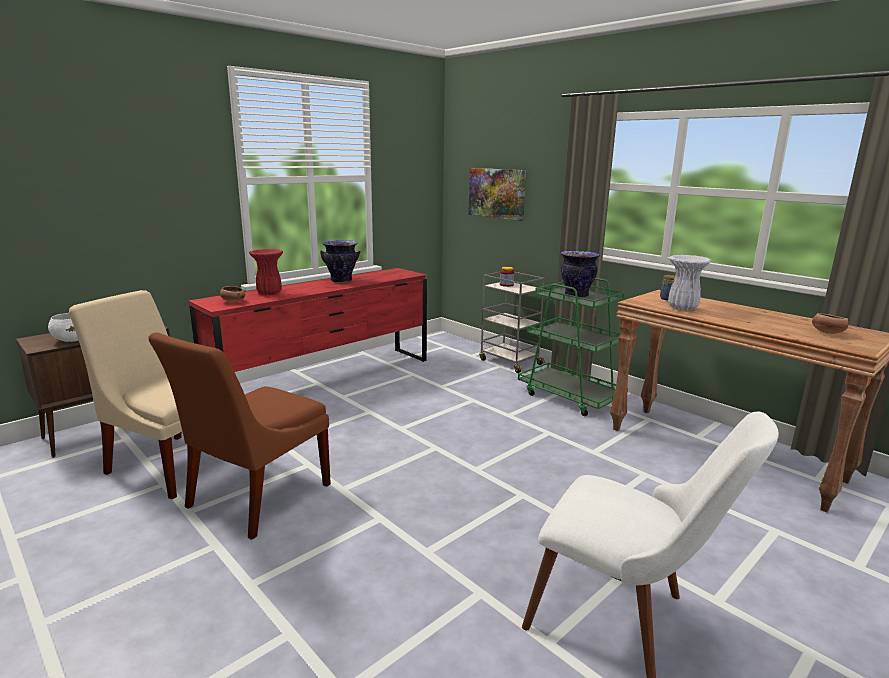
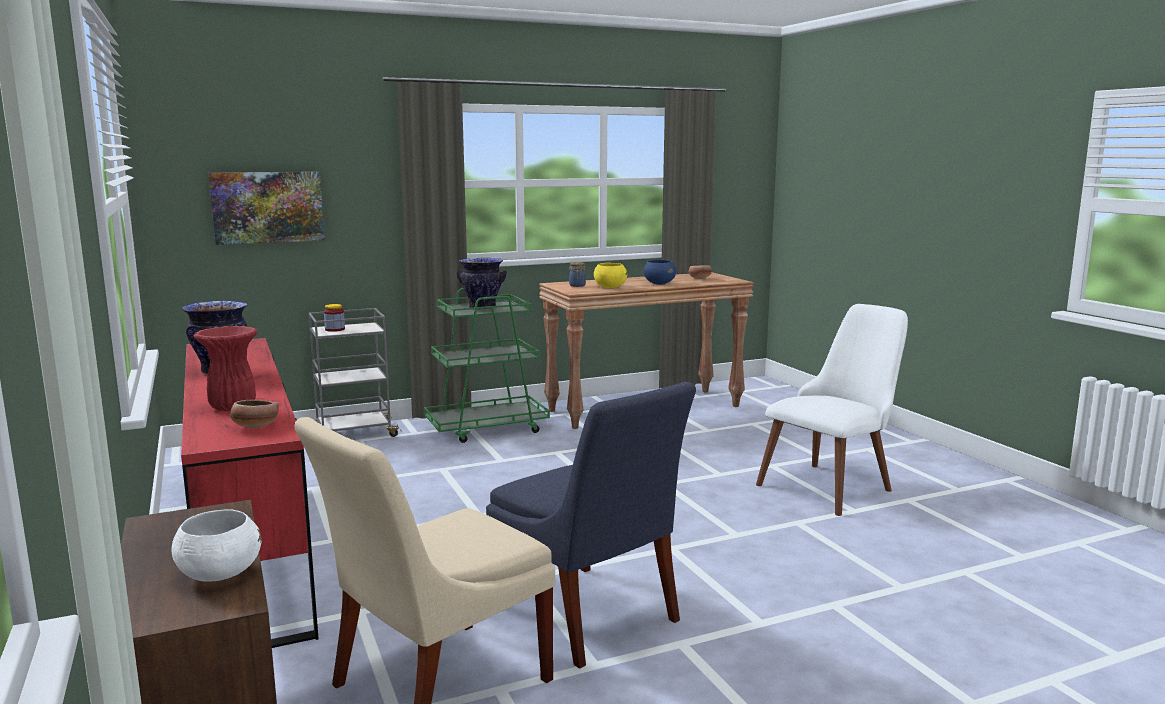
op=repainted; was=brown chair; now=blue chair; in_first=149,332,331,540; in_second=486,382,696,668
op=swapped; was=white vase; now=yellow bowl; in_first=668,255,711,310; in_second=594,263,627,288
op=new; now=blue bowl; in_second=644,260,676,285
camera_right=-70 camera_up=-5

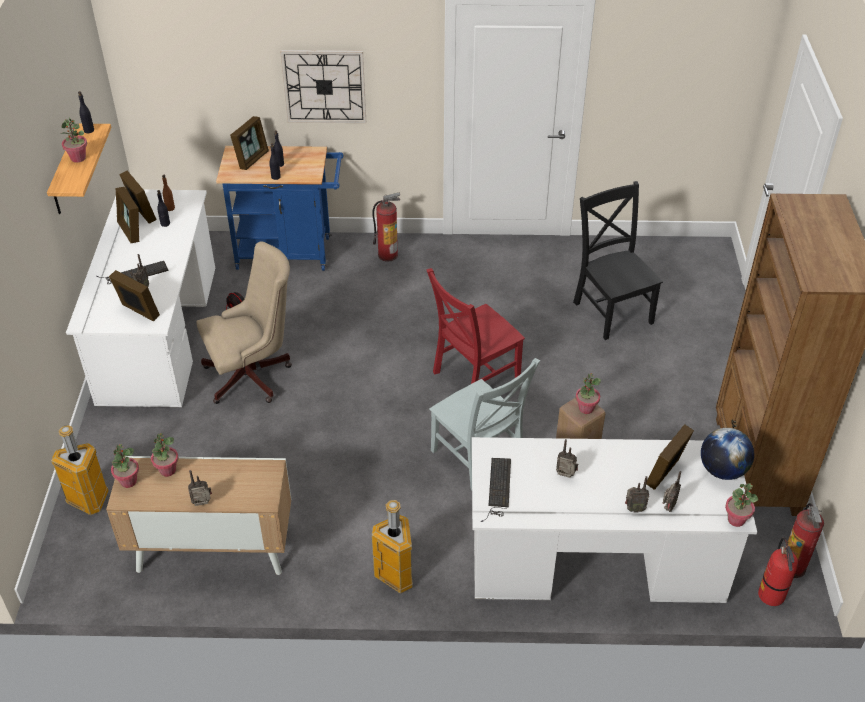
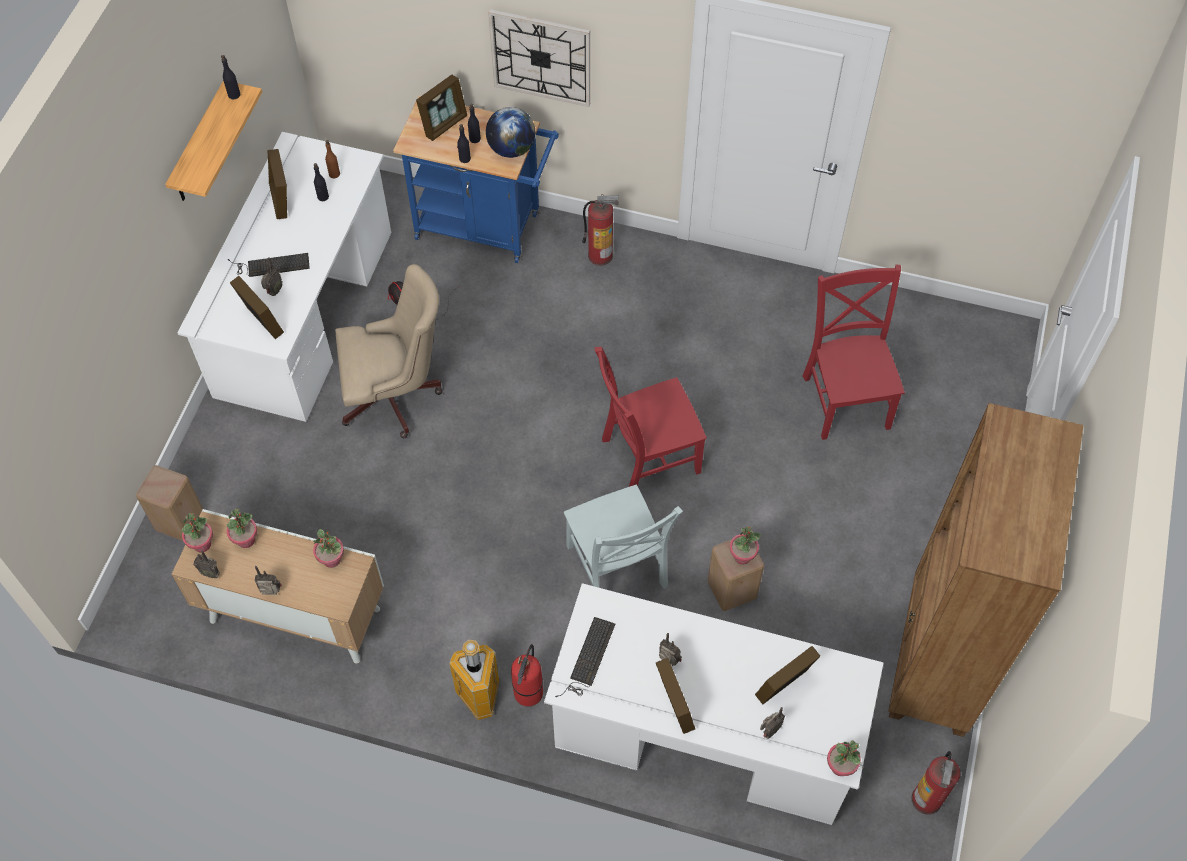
op=swapped; was=trash can; now=beige stool; in_first=51,425,109,515; in_second=136,465,203,541
op=shifted; was=radio; in_first=625,476,649,513; in_second=193,551,220,578
op=shifted; was=potted plant; in_first=62,117,87,163; in_second=313,529,344,568
op=shifted; was=globe; in_first=701,428,754,480; in_second=486,107,535,158
op=shifted; was=fire extinguisher; in_first=758,538,798,606; in_second=511,644,543,706
op=shifted; was=picture frame; in_first=120,171,157,224; in_second=656,658,695,734
op=repainted; was=black chair; now=red chair; in_first=573,181,663,340; in_second=802,265,905,440
camera_right=15 camera_up=15

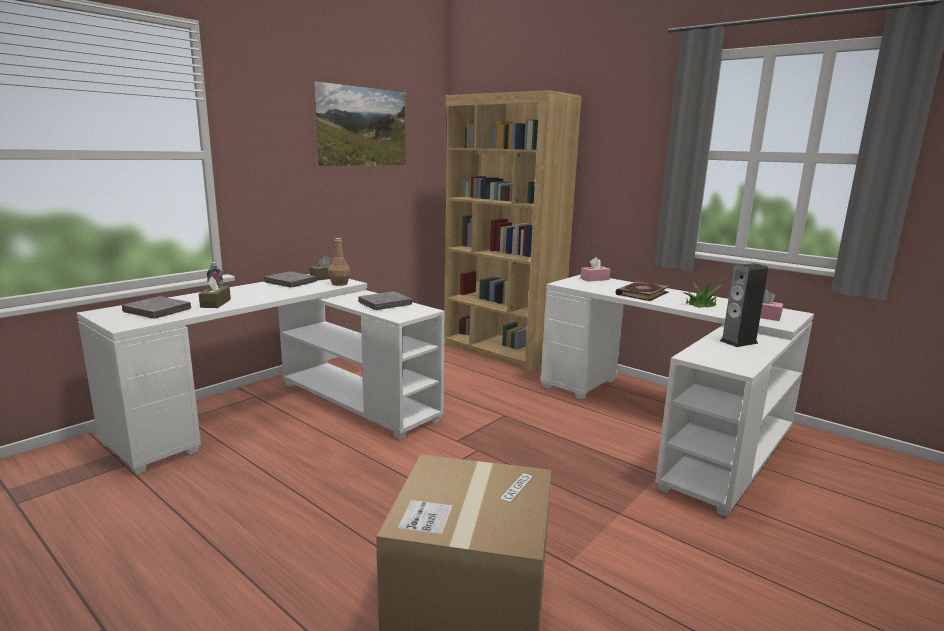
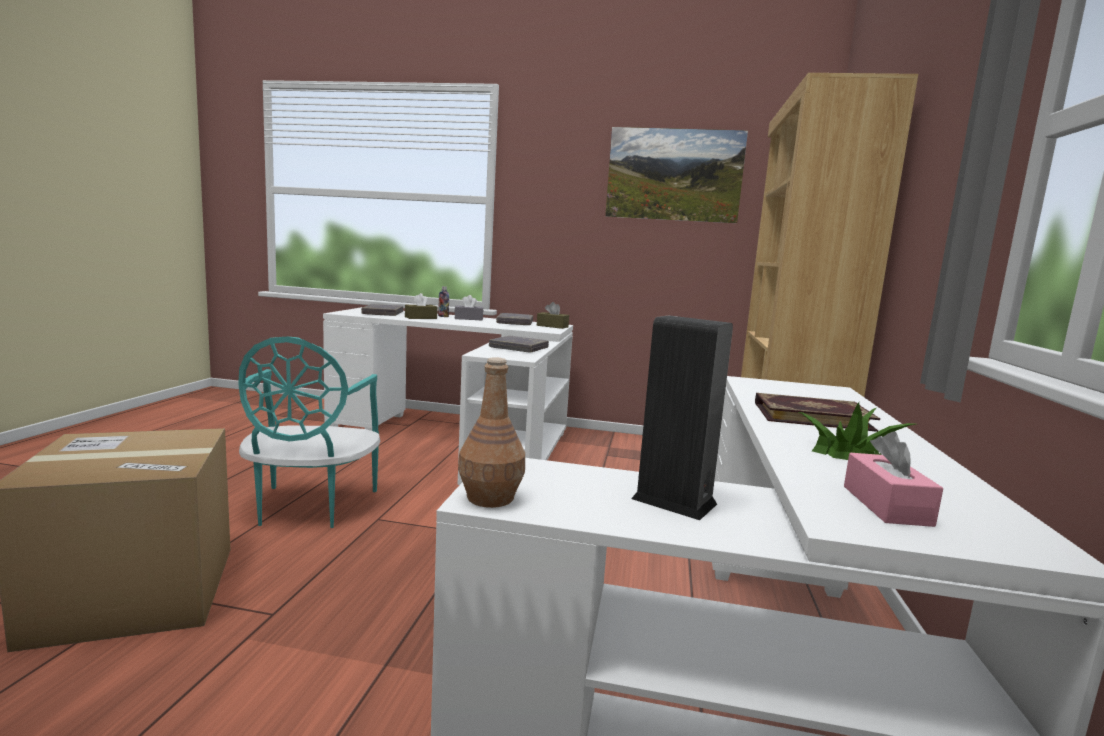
op=new; now=turquoise chair; in_second=238,337,381,528
op=new; now=grey tissue box; in_second=454,295,483,320
op=shifted; was=brown bottle; in_first=328,238,351,286; in_second=458,357,525,508
op=gone; was=pink tissue box; in_first=581,257,611,282
camera_right=60 camera_up=-5

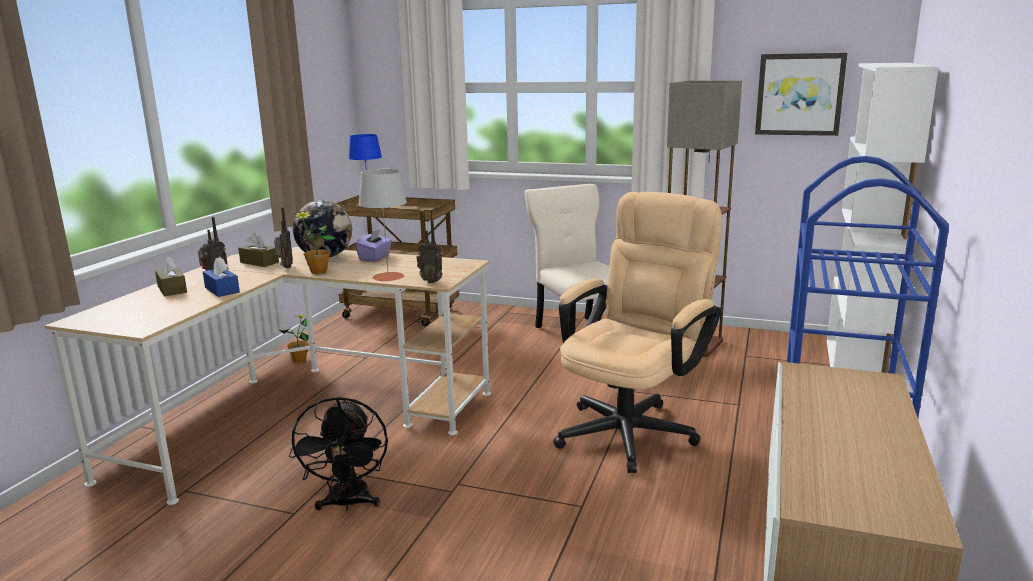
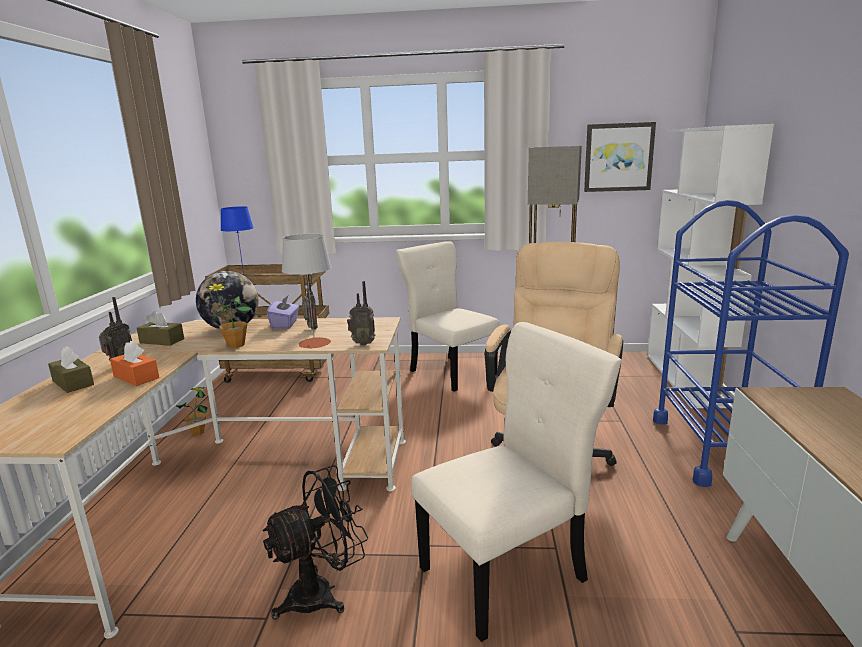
op=repainted; was=blue tissue box; now=orange tissue box; in_first=203,257,240,297; in_second=110,341,160,386
op=rotated; was=black fan; in_first=289,396,388,511; in_second=262,465,368,619; clockwise=-105
op=shifted; was=radio; in_first=274,208,293,268; in_second=302,275,317,330
op=new; now=beige chair; in_second=411,322,622,642
camera_right=-15 camera_up=0

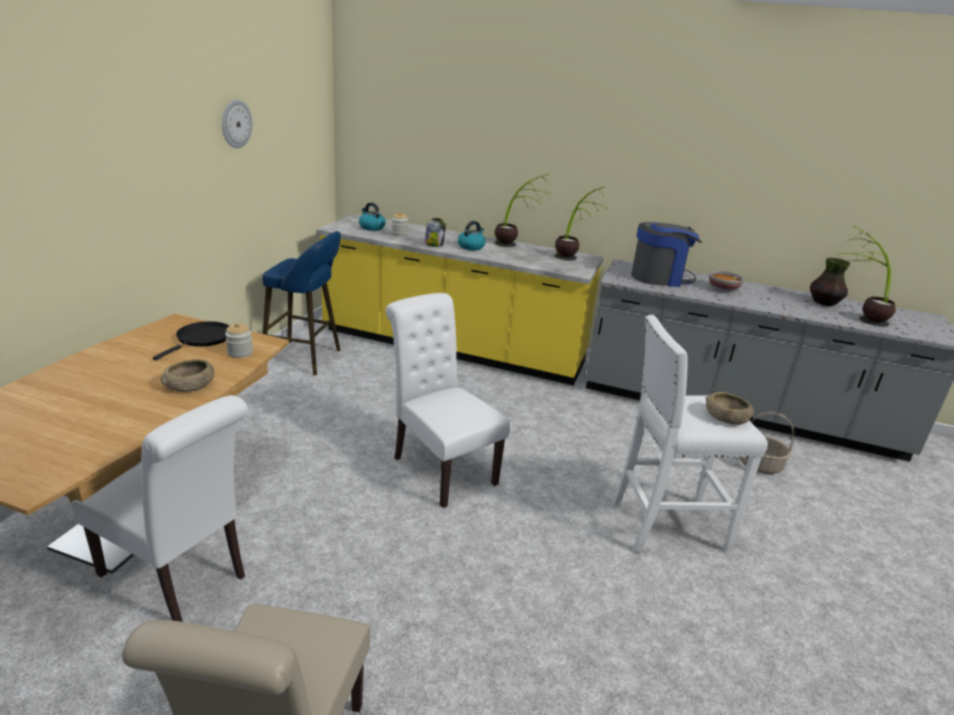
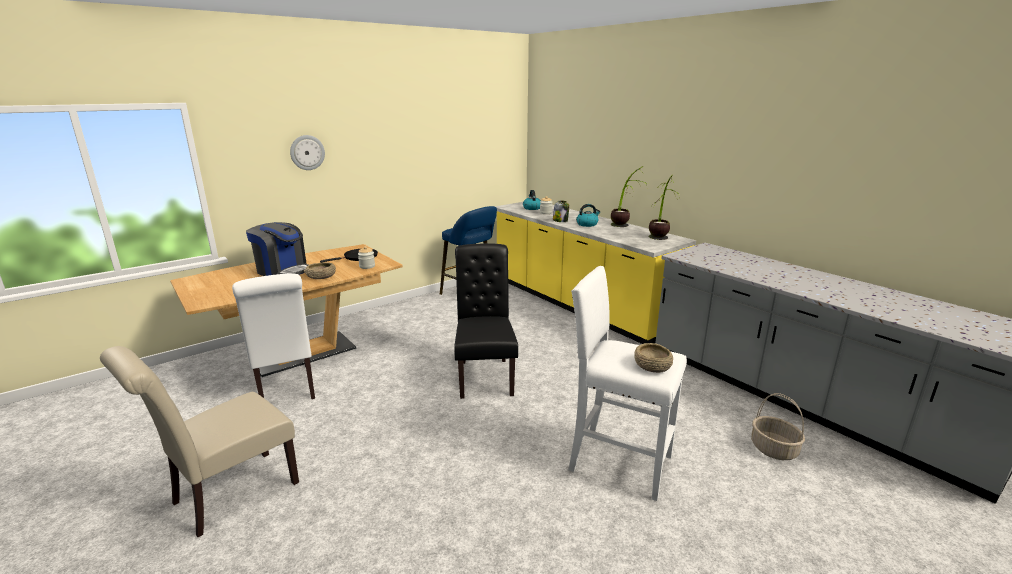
op=shifted; was=coffee machine; in_first=631,222,702,287; in_second=246,222,308,276
op=shifted; was=wall clock; in_first=222,100,252,148; in_second=290,135,325,170
op=repainted; was=white chair; now=black chair; in_first=386,293,511,508; in_second=454,243,518,399
op=gone; was=bowl; in_first=709,271,744,292
op=gone; was=vase; in_first=810,258,850,306
op=gone; was=potted plant; in_first=835,226,896,327
camera_right=35 camera_up=-5

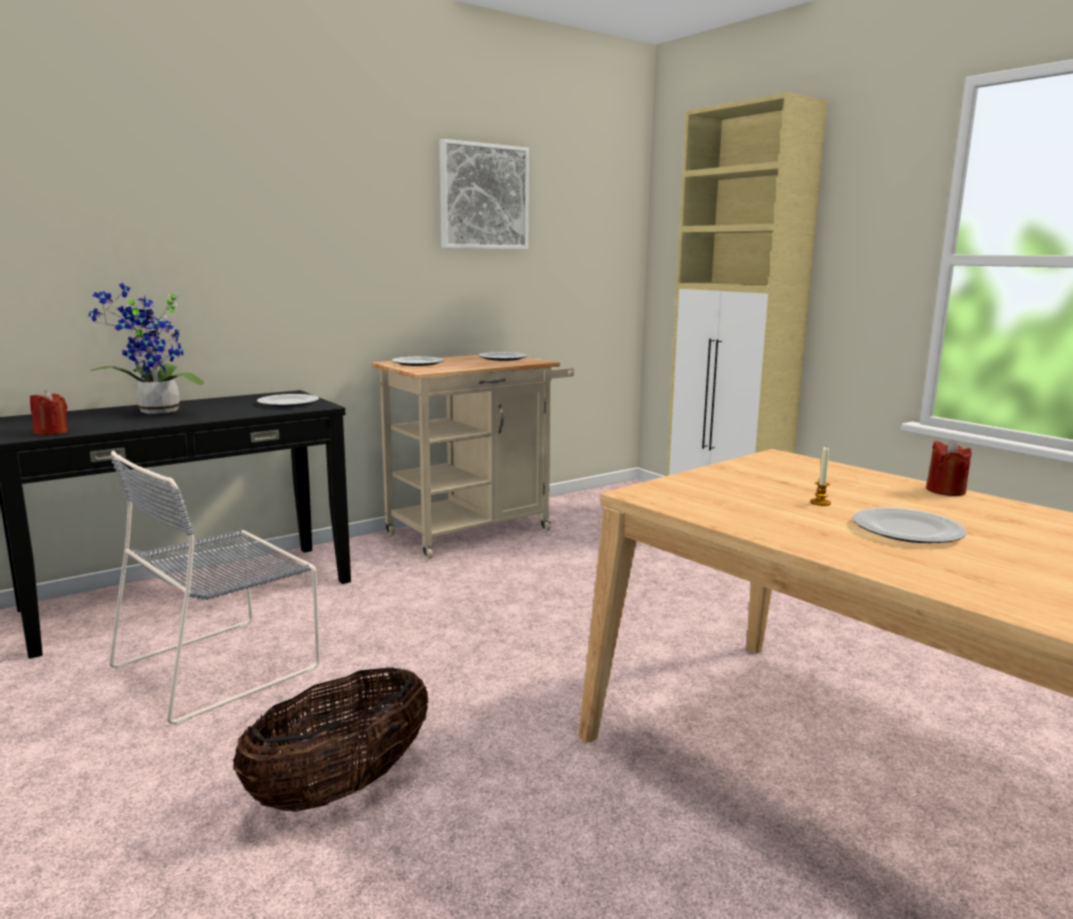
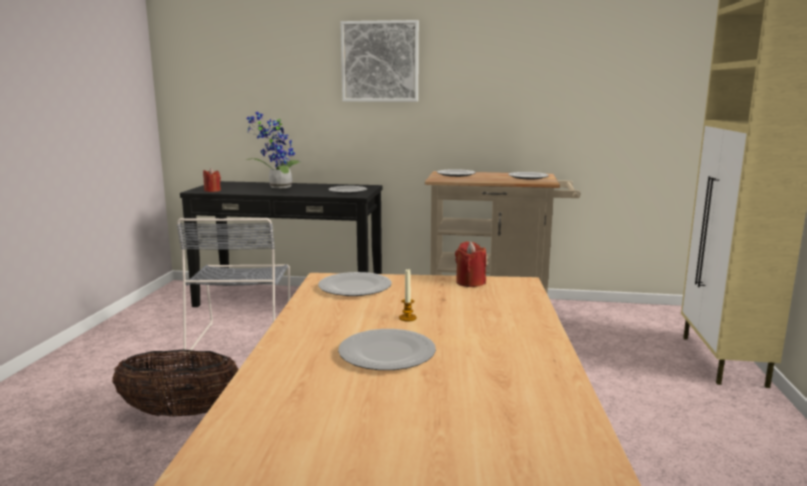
op=rotated; was=grey chair; in_first=109,451,320,724; in_second=177,218,290,355; clockwise=-90
op=new; now=plate; in_second=318,272,392,296
op=shifted; was=picture; in_first=439,139,529,250; in_second=340,20,419,102
op=shifted; was=red candle; in_first=926,440,972,496; in_second=455,241,486,287
camera_right=45 camera_up=0

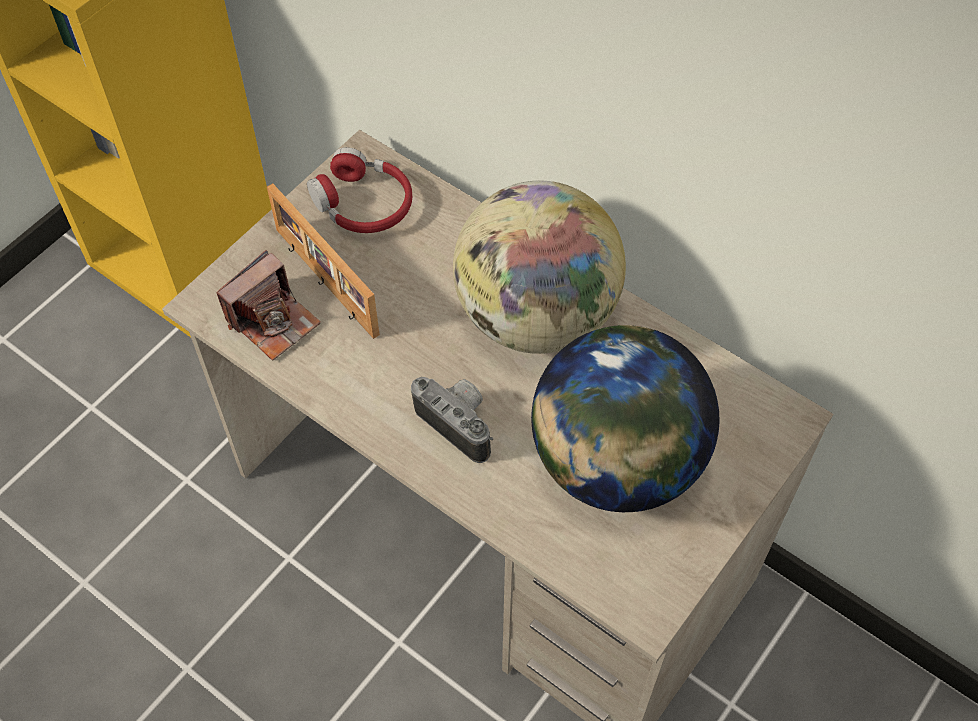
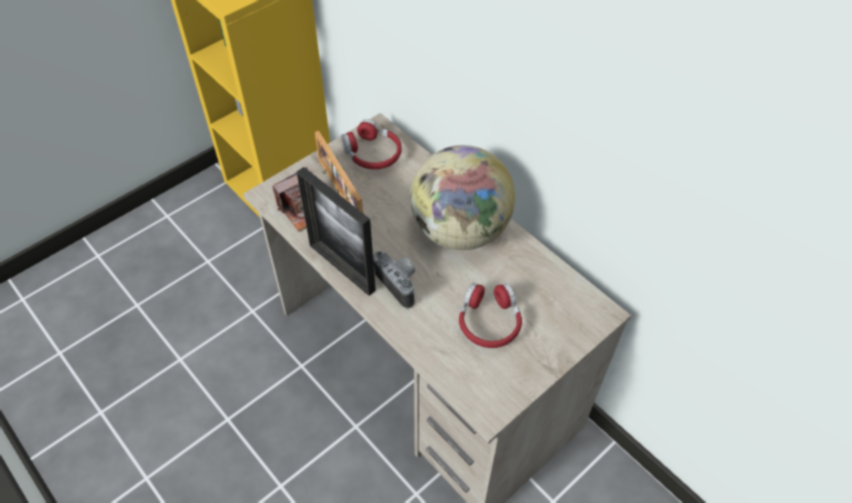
op=new; now=picture frame; in_second=296,167,376,296
op=swapped; was=globe; now=red headphones; in_first=531,325,719,512; in_second=459,282,522,348
camera_right=10 camera_up=-5

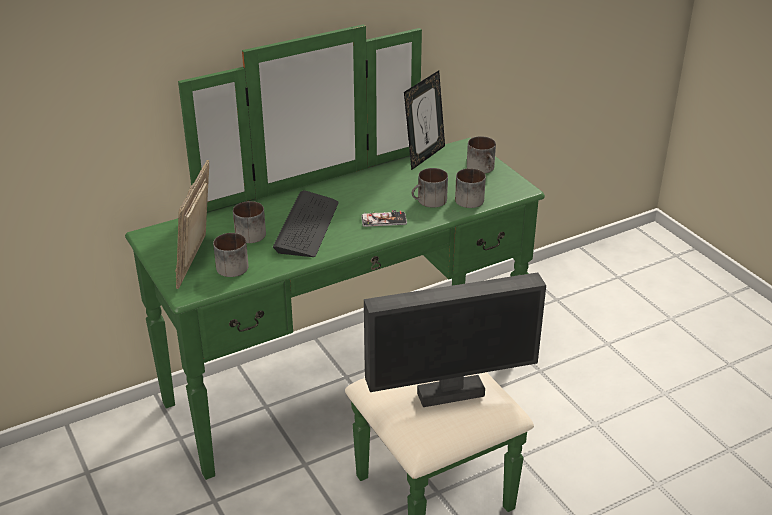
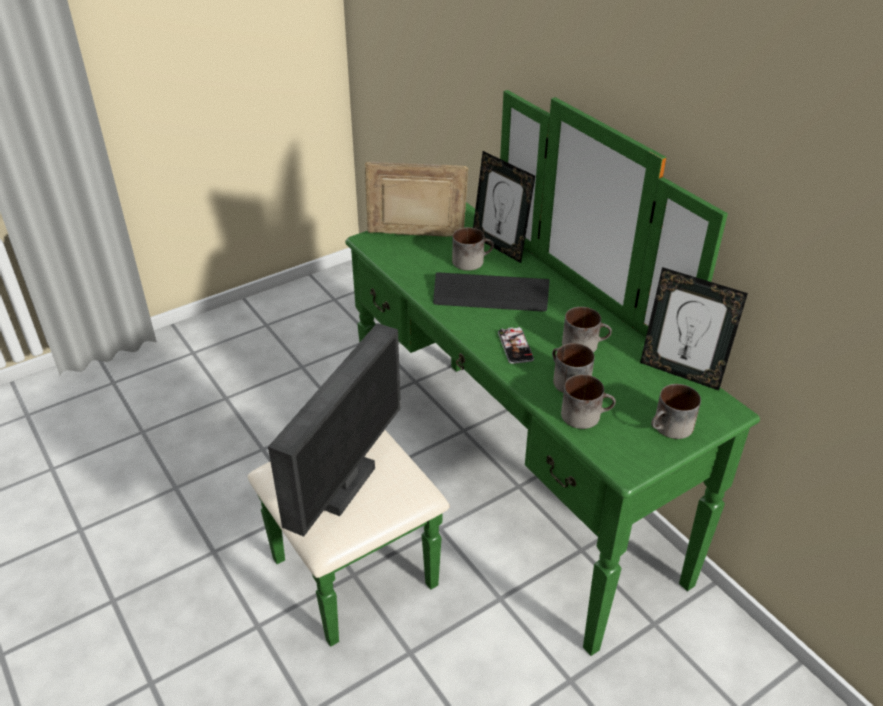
op=rotated; was=monitor; in_first=364,272,546,407; in_second=268,323,401,537; clockwise=-135
op=new; now=picture frame; in_second=473,151,535,263
op=shifted; was=mug; in_first=213,233,249,277; in_second=562,307,612,353
camera_right=85 camera_up=5

